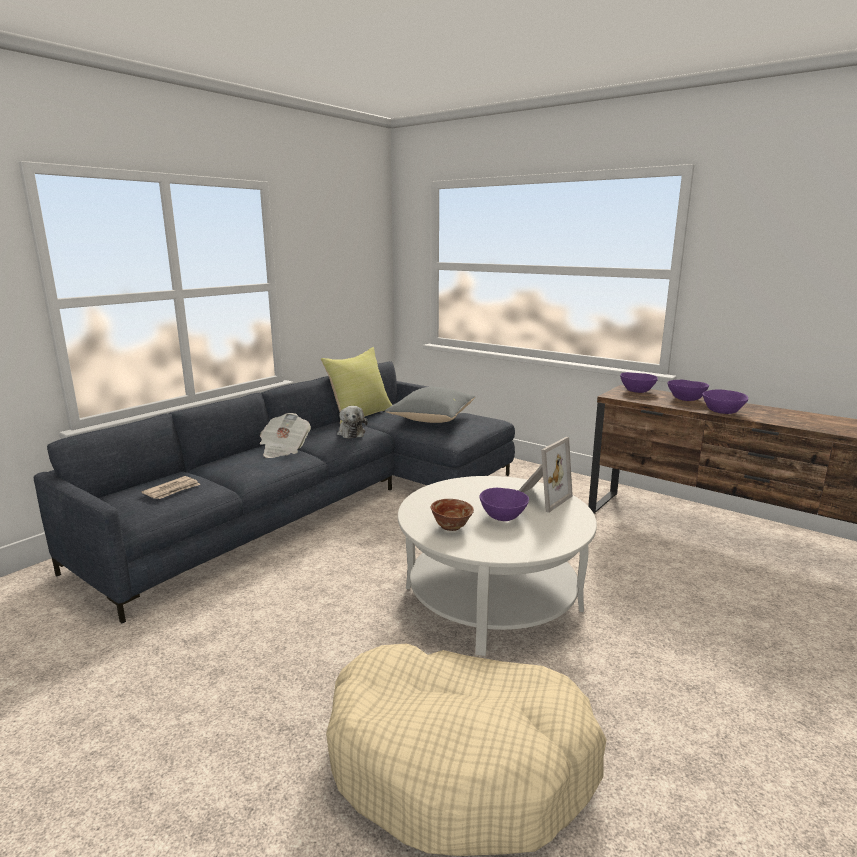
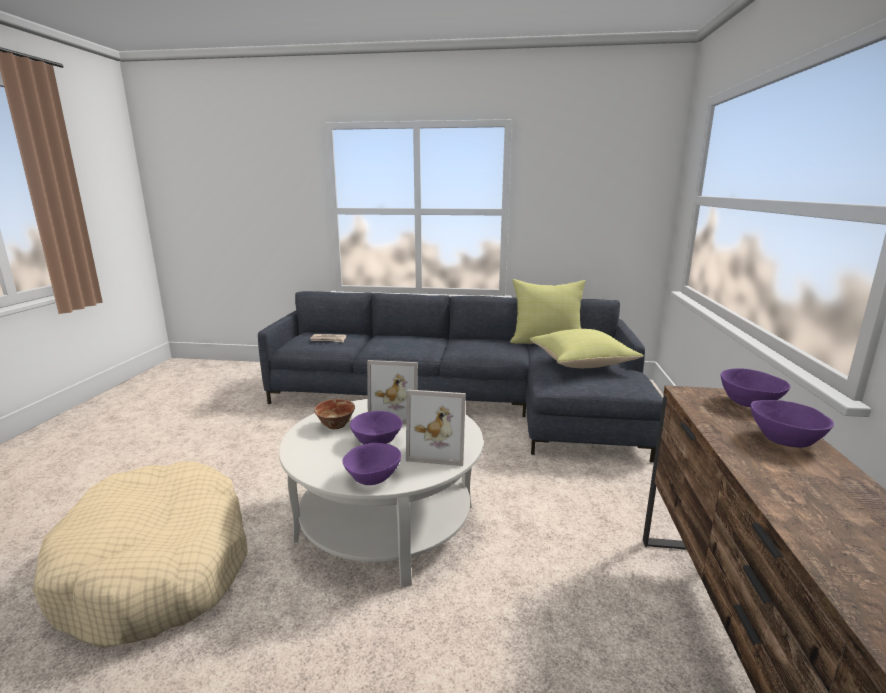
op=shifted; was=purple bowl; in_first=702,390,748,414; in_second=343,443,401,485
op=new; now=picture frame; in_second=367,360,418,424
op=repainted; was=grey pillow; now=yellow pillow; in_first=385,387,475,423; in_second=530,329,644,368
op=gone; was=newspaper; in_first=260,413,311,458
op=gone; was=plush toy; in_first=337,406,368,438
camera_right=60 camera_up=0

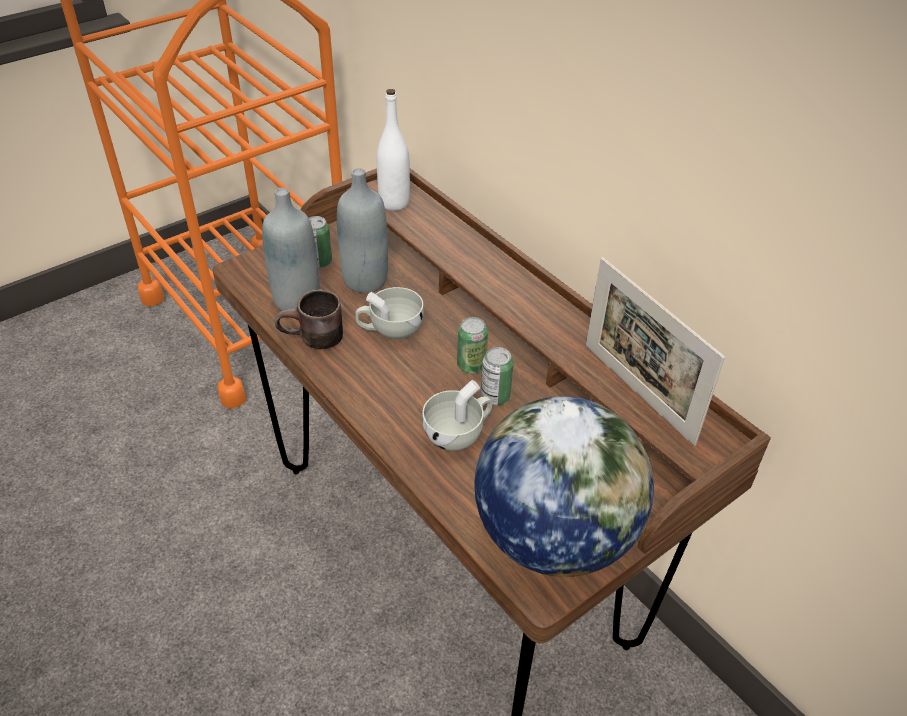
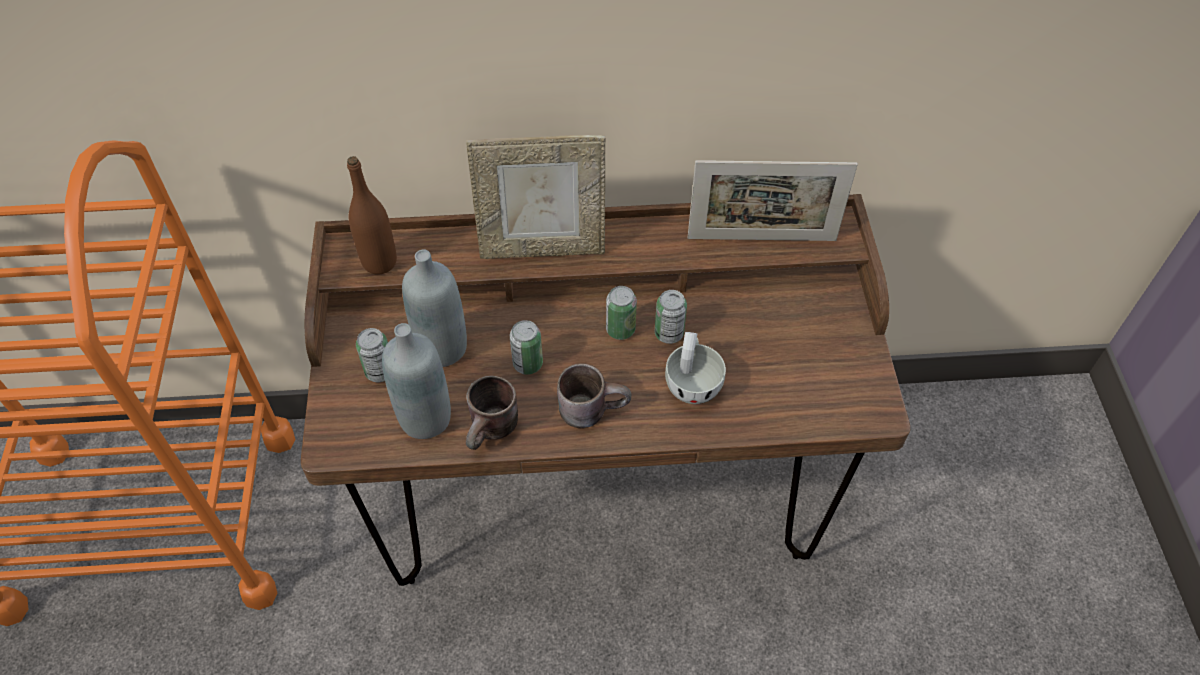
op=repainted; was=white bottle; now=brown bottle; in_first=376,89,410,211; in_second=347,156,397,275
op=new; now=picture frame; in_second=466,135,605,259
op=swapped; was=white cup; now=can; in_first=355,287,424,339; in_second=510,320,543,375
op=new; now=brown mug; in_second=557,363,631,428
op=gone; was=globe; in_first=474,396,654,577
camera_right=-55 camera_up=10

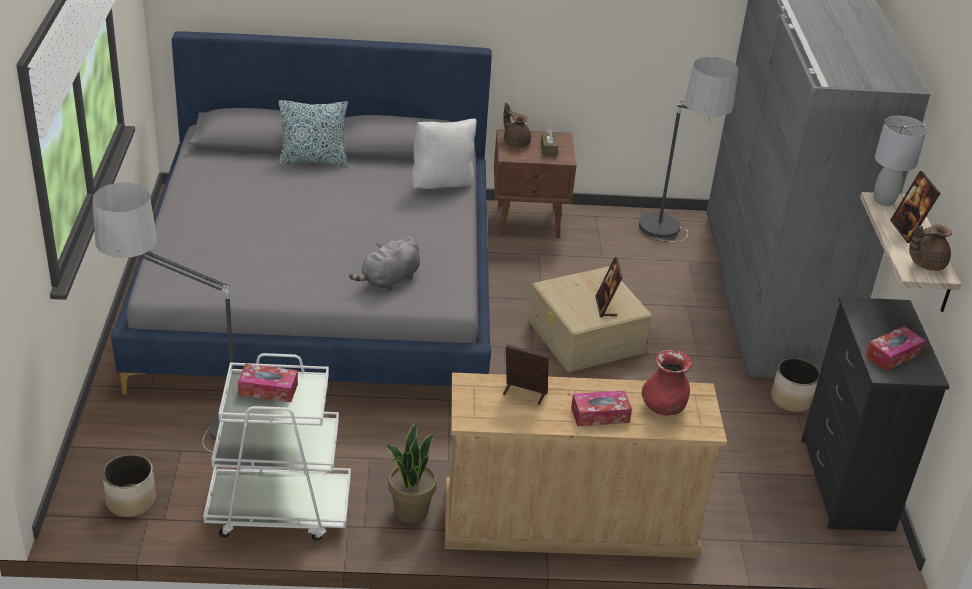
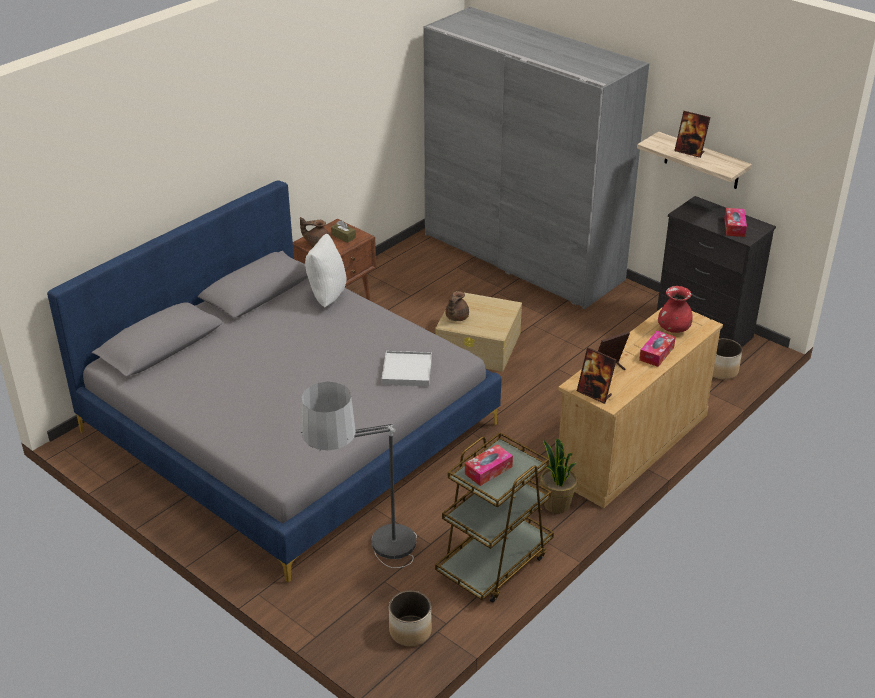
op=swapped; was=grey plush toy; now=white tray; in_first=349,236,420,291; in_second=382,351,432,386
op=repainted; was=white cart; now=brown cart; in_first=203,353,351,540; in_second=435,432,554,603
op=shifted; was=brown teapot; in_first=909,224,952,271; in_second=445,291,469,321
op=shifted; was=picture frame; in_first=595,257,623,318; in_second=577,347,616,404
op=shifted; was=planter; in_first=771,358,820,412; in_second=713,338,742,380
op=gone; was=pillow; in_first=279,100,348,167
op=gone; was=floor lamp; in_first=639,57,738,242
op=gone; was=grey table lamp; in_first=874,116,927,206
camera_right=-45 camera_up=0

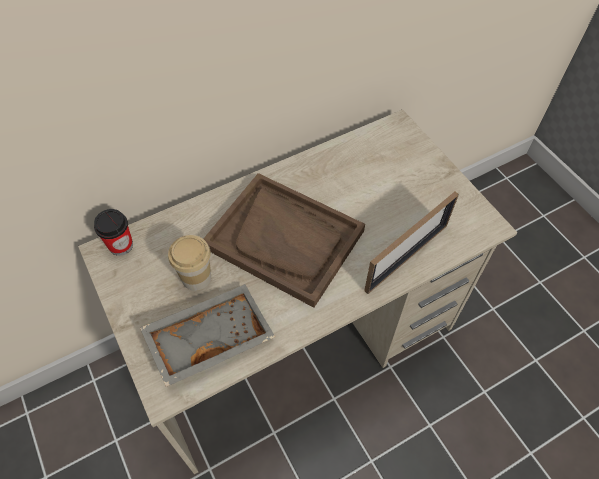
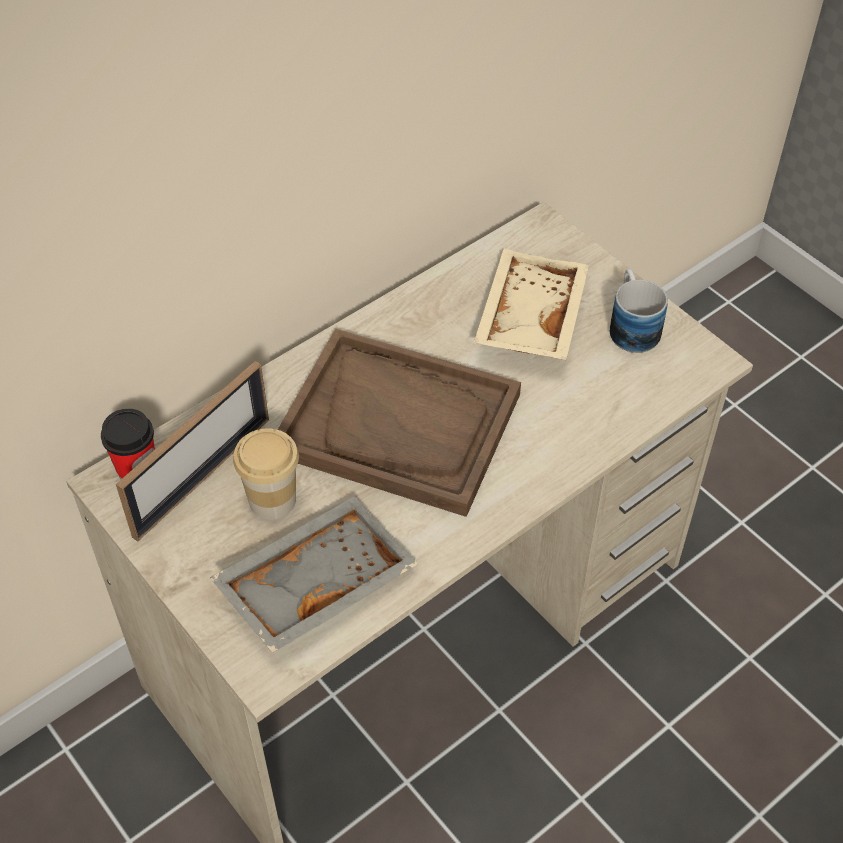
op=shifted; was=picture frame; in_first=364,192,459,294; in_second=116,361,269,542
op=new; now=beige tray; in_second=474,249,589,360
op=new; now=mug; in_second=610,269,668,353
camera_right=-10 camera_up=-5

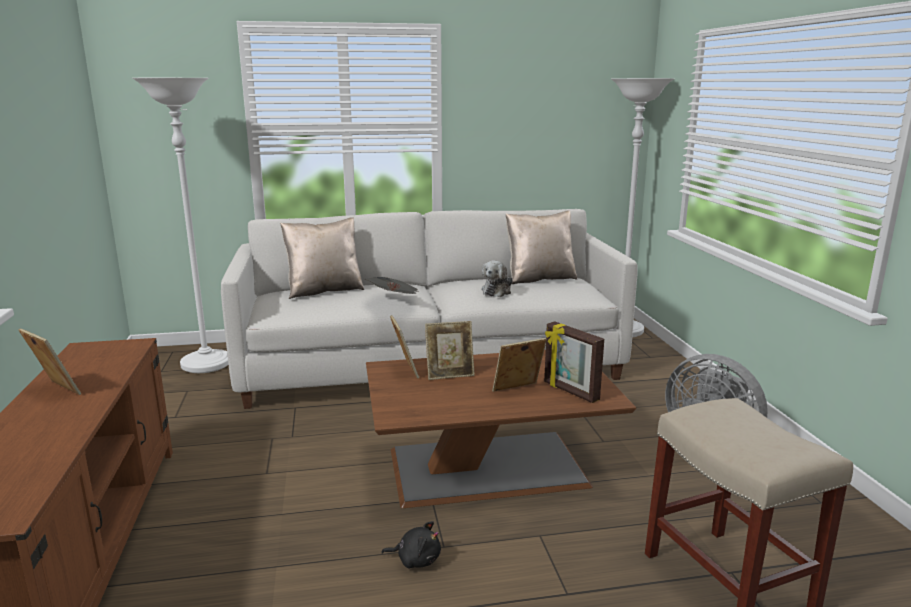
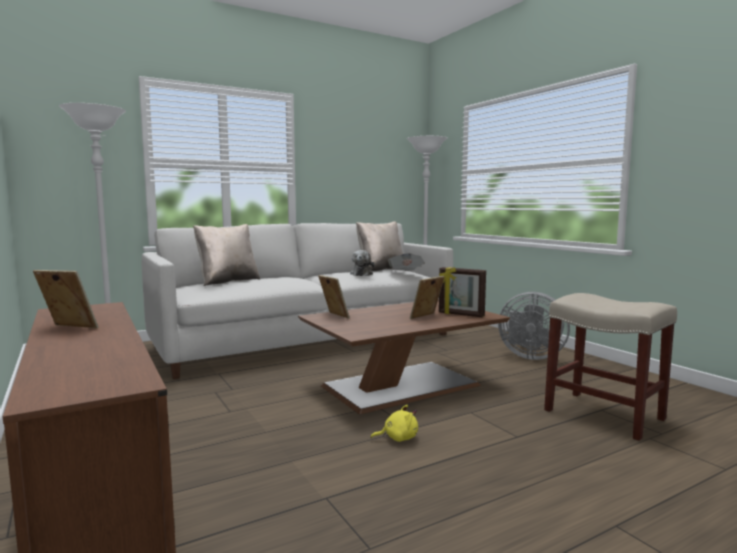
op=repainted; was=black plush toy; now=yellow plush toy; in_first=381,521,441,568; in_second=371,405,418,442
op=shifted; was=newspaper; in_first=364,277,418,294; in_second=388,253,425,271
op=gone; was=picture frame; in_first=425,321,475,380
camera_right=-20 camera_up=-10

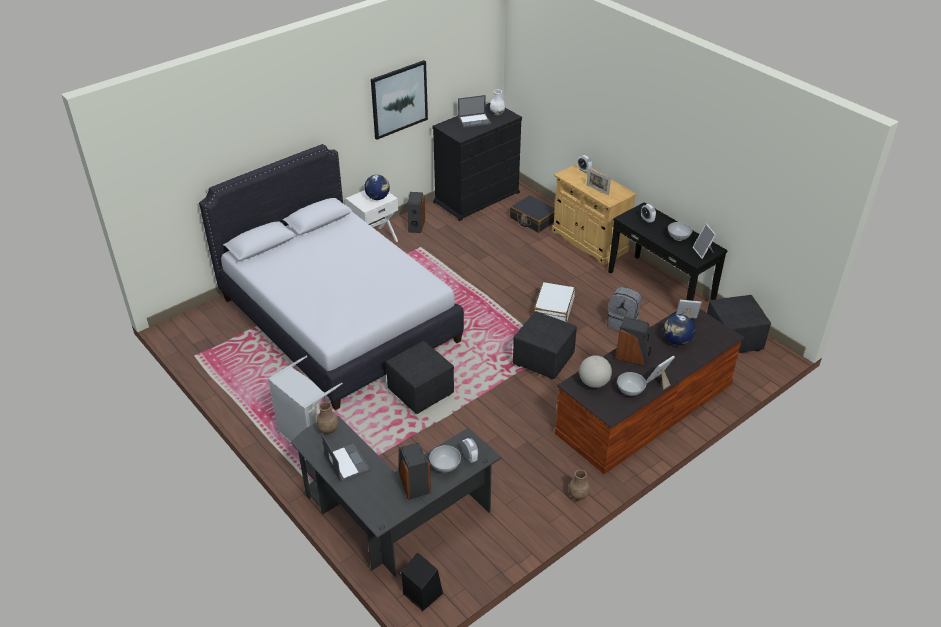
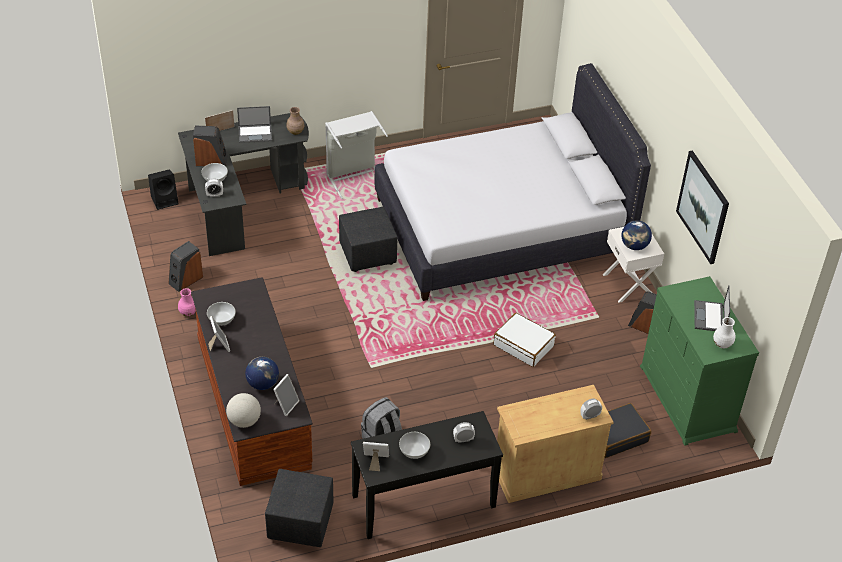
op=shifted; was=speaker; in_first=616,317,652,366; in_second=168,241,203,292
op=repainted; was=brown vase; now=pink vase; in_first=568,469,590,500; in_second=178,288,196,316
op=shifted; was=picture frame; in_first=587,168,611,195; in_second=205,110,235,131
op=shifted; was=globe; in_first=579,355,612,388; in_second=226,393,261,428
op=shifted; was=white suitcase; in_first=533,282,575,322; in_second=493,313,556,367
op=repainted; was=black dresser; now=green dresser; in_first=432,103,522,221; in_second=640,276,759,446
op=gone; was=black ottoman; in_first=513,311,577,379
camera_right=110 camera_up=5

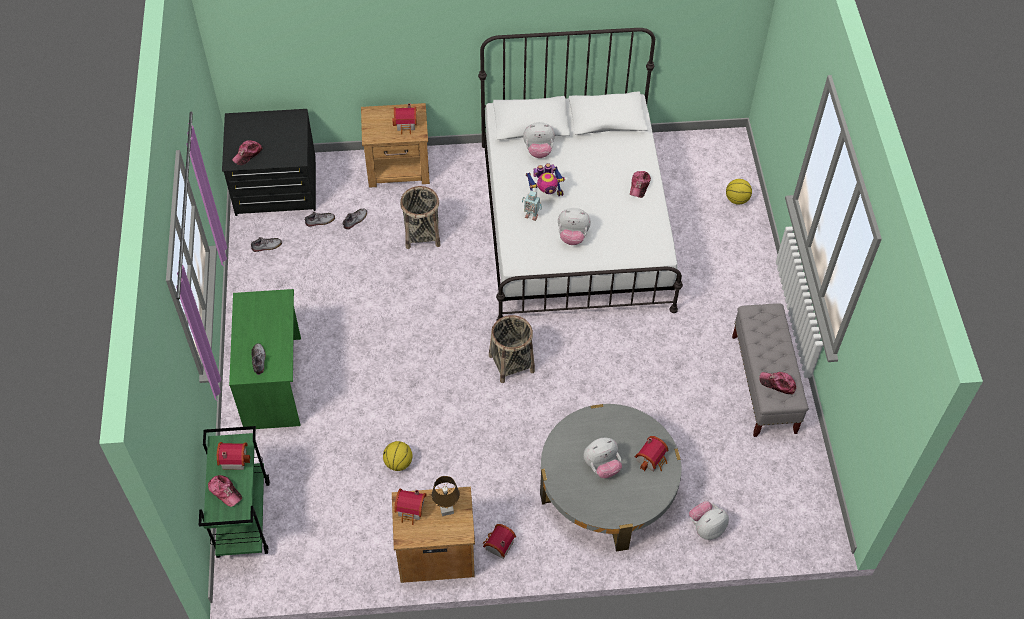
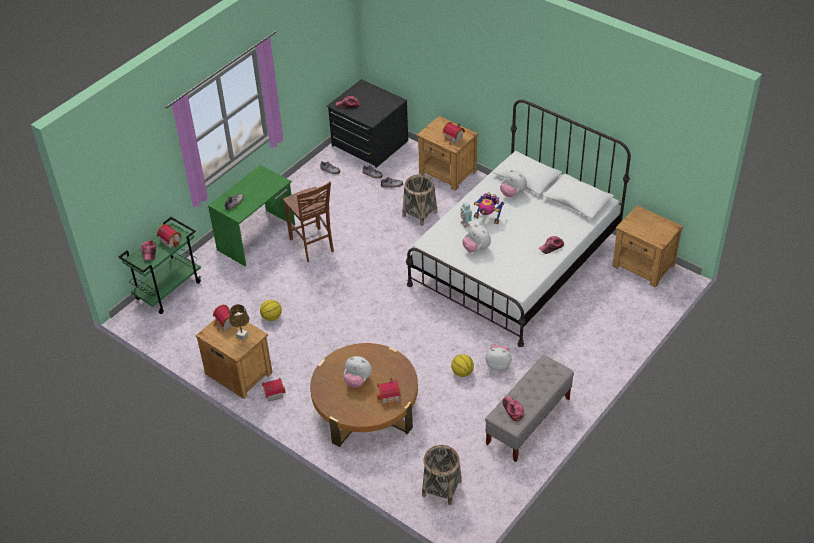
op=new; now=brown chair; in_second=283,181,334,262
op=repainted; was=grey coffee table; now=brown coffee table; in_first=540,404,682,552; in_second=310,343,418,447
op=shifted; was=basket; in_first=489,315,535,383; in_second=422,445,462,505
op=shifted; was=basketball; in_first=726,179,752,205; in_second=451,354,474,377
op=shifted; was=plush toy; in_first=689,501,729,540; in_second=485,344,512,371
op=new; now=brown nightstand; in_second=612,205,683,287
camera_right=45 camera_up=-10

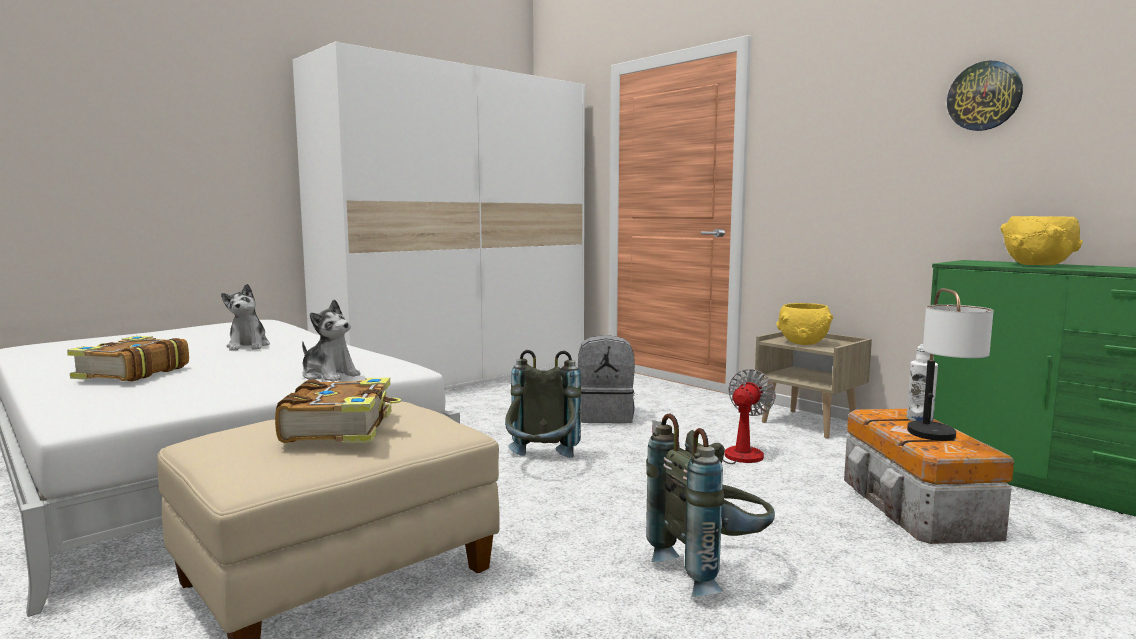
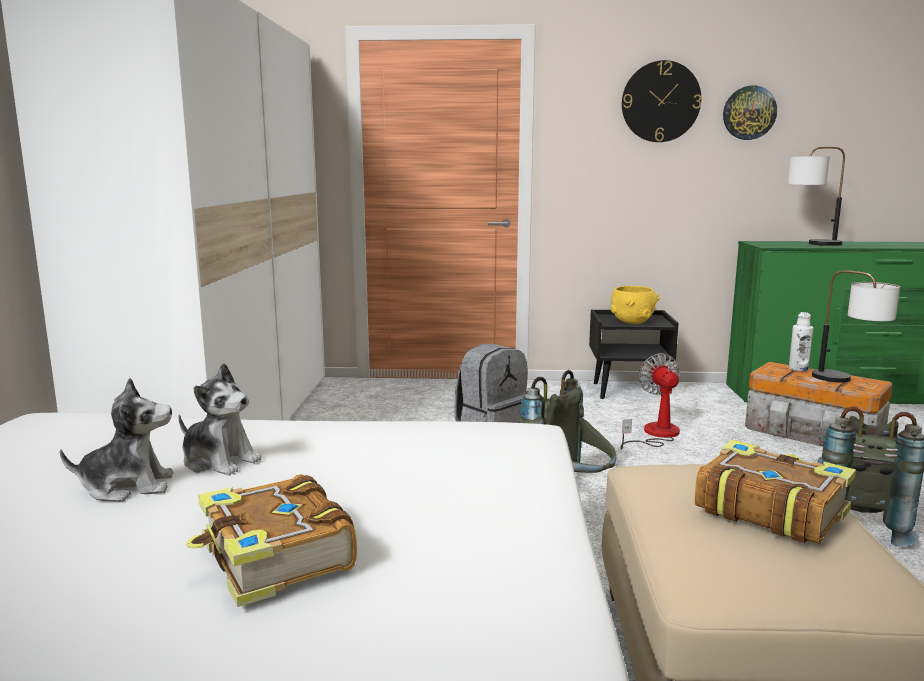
op=shifted; was=plush toy; in_first=302,299,361,382; in_second=60,378,174,502
op=repainted; was=beige nightstand; now=black nightstand; in_first=755,331,872,439; in_second=589,310,679,399
op=new; now=wall clock; in_second=622,60,701,142
op=swapped; was=yellow bowl; now=table lamp; in_first=1000,216,1083,265; in_second=787,146,845,246
camera_right=-45 camera_up=5

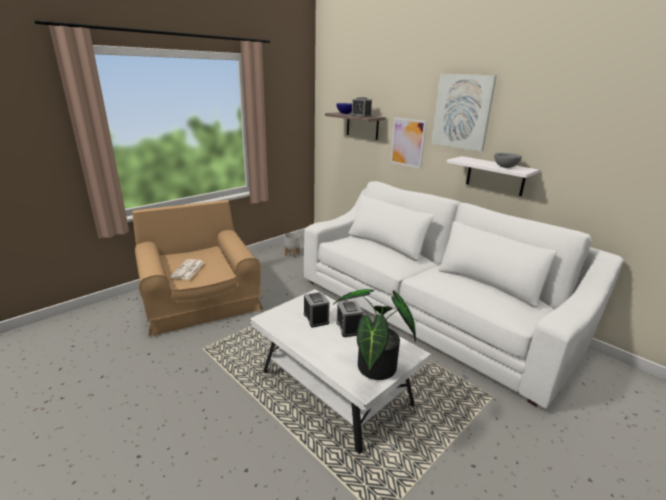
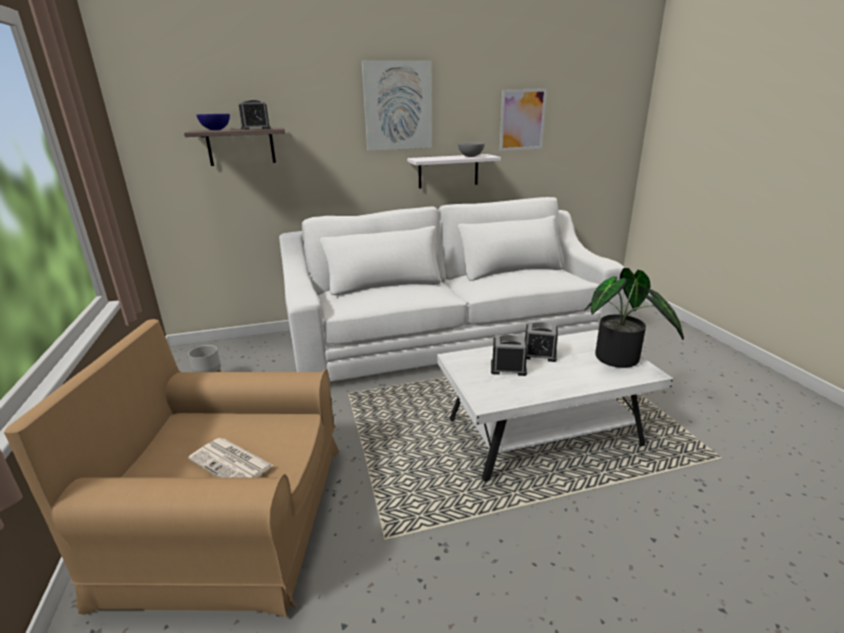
op=shifted; was=picture; in_first=390,117,427,169; in_second=500,89,547,151
camera_right=-60 camera_up=0

